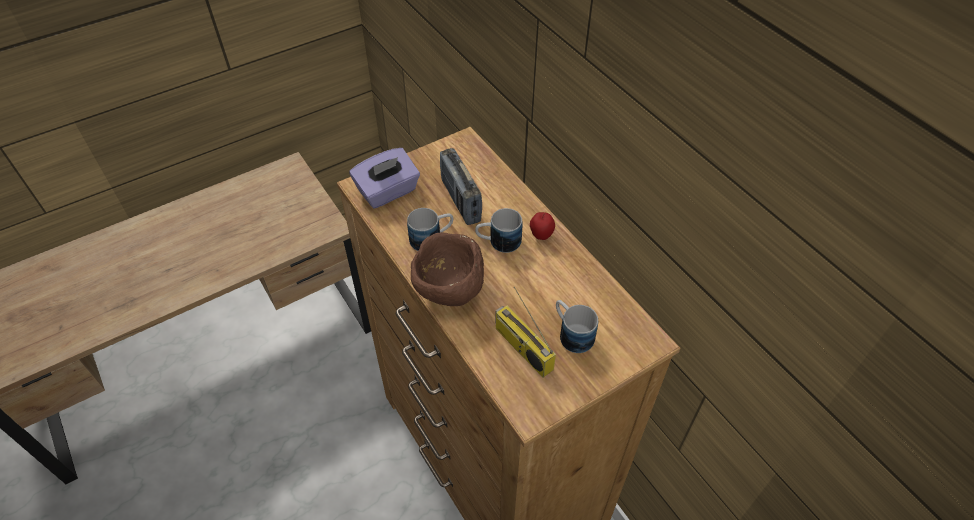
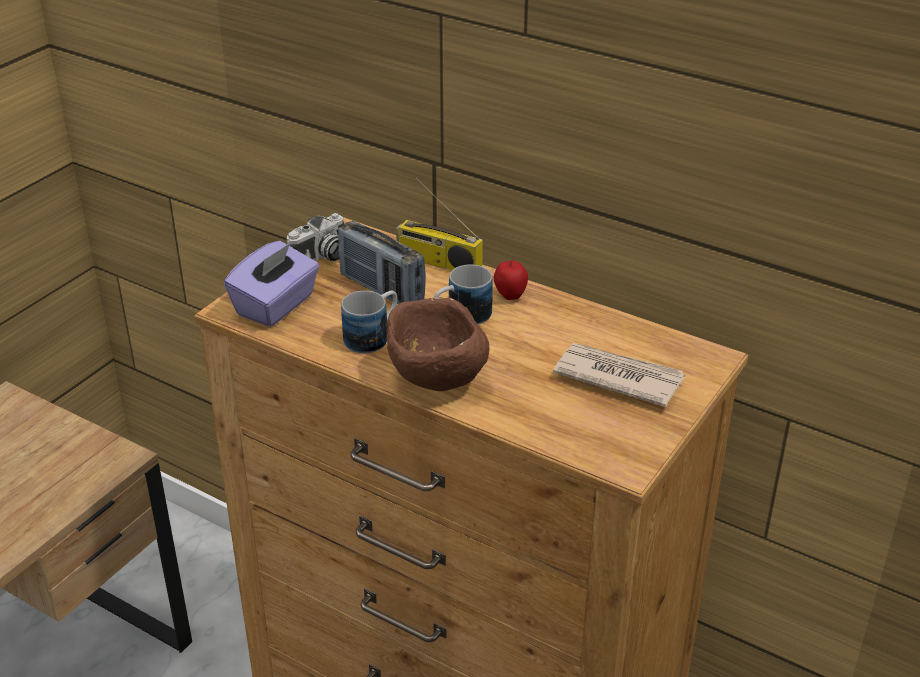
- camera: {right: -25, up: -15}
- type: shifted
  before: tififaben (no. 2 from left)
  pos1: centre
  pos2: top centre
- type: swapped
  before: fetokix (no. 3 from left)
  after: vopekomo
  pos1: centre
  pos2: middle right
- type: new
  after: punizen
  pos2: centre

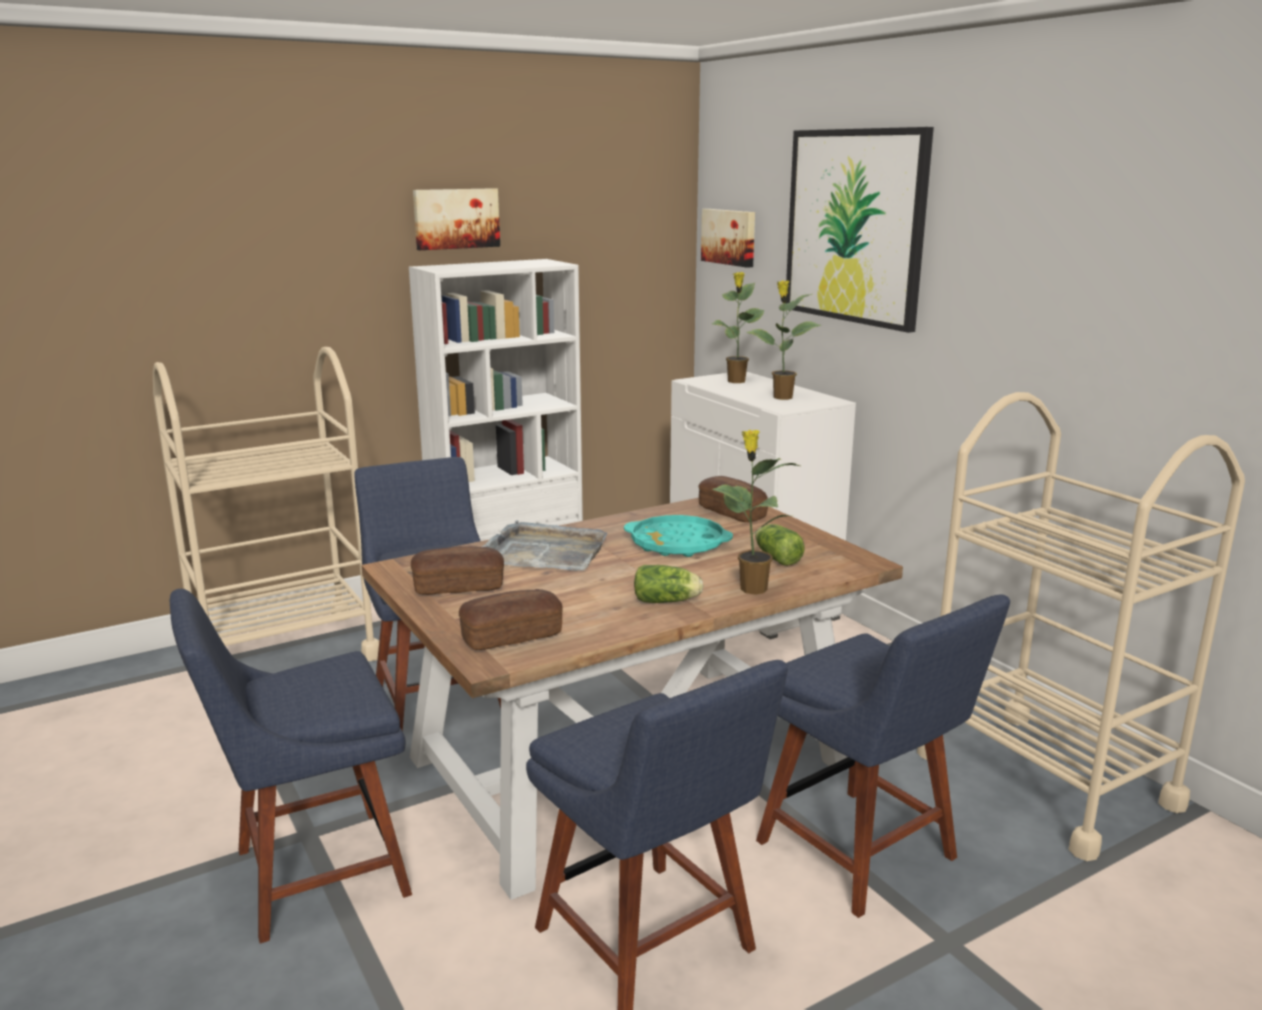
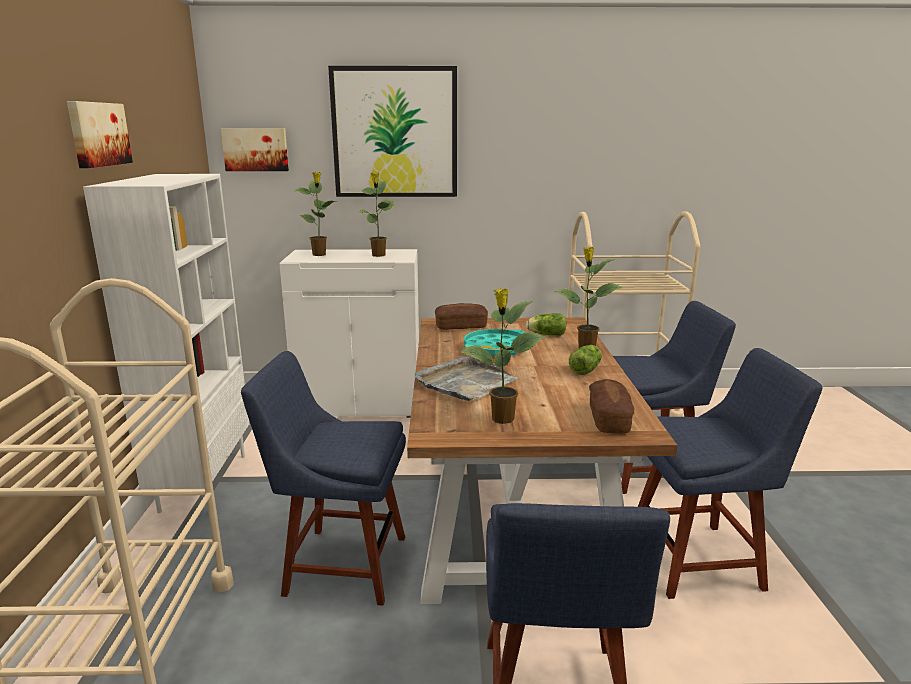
- camera: {right: -60, up: 0}
- type: swapped
  before: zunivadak (no. 1 from left)
  after: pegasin (no. 3 from left)
  pos1: centre
  pos2: centre

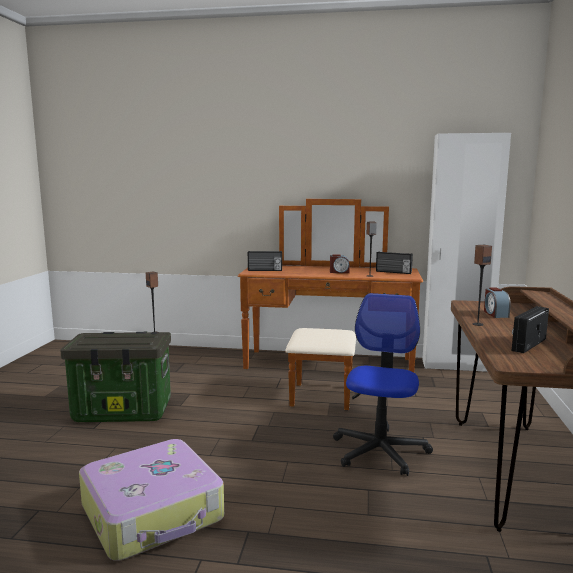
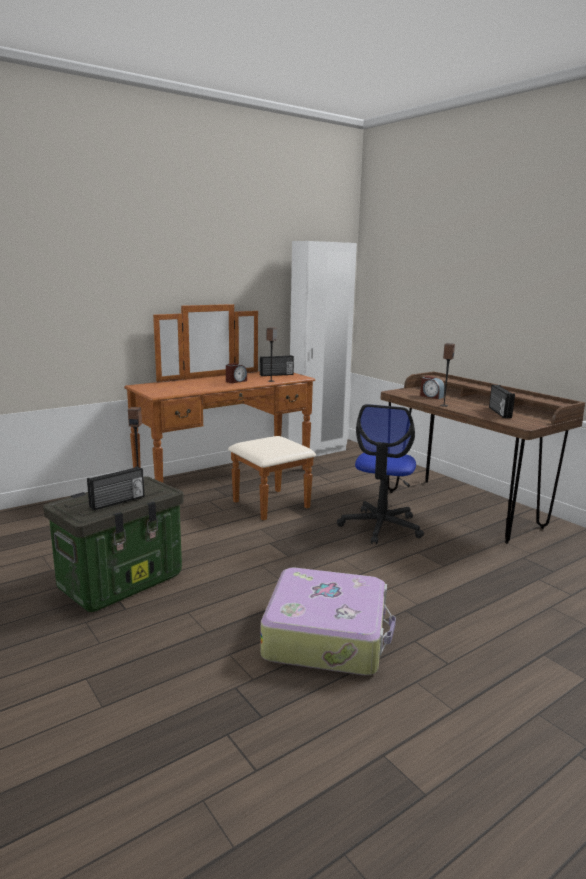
- camera: {right: -45, up: 5}
- type: shifted
  before: tififaben (no. 1 from left)
  pos1: centre
  pos2: middle left
- type: rotated
  before: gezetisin
  pos1: bottom right
  pos2: centre
  turn: -135

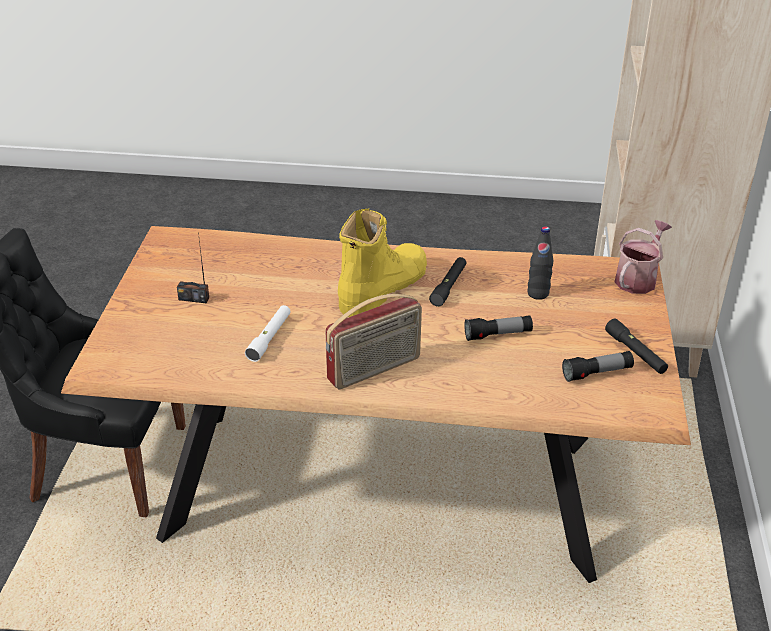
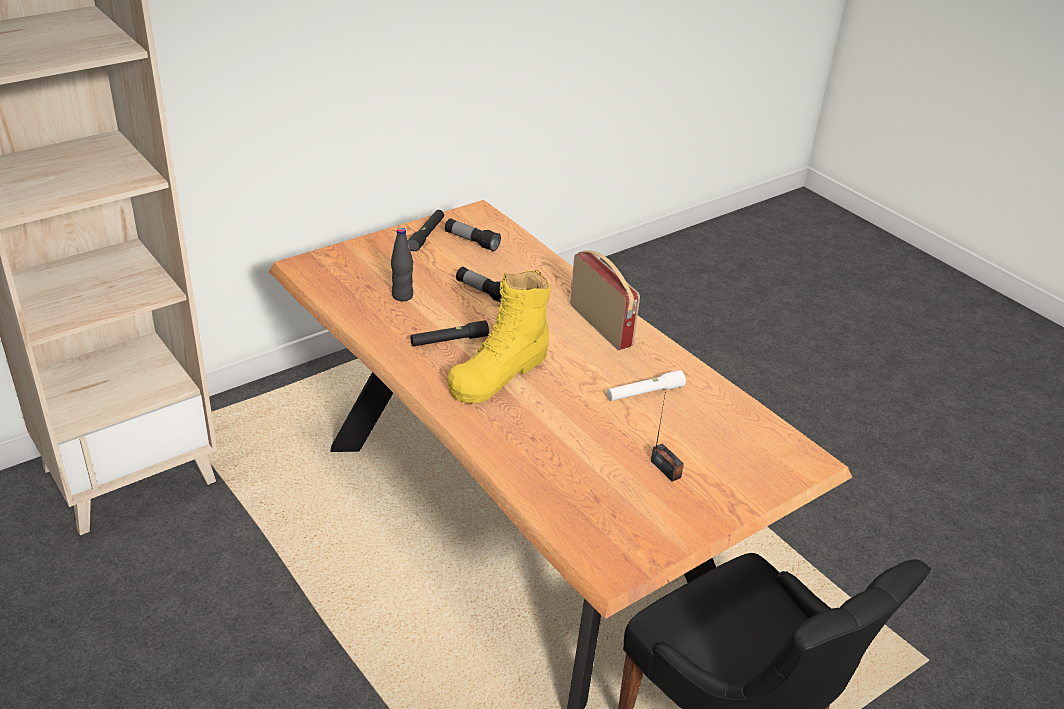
- camera: {right: -135, up: 0}
- type: rotated
  before: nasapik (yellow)
  pos1: centre
  pos2: centre
  turn: -45
- type: gone
  before: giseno
  pos1: middle right
- type: rotated
  before: tififaben (no. 2 from left in the first image)
  pos1: centre
  pos2: centre
  turn: 45

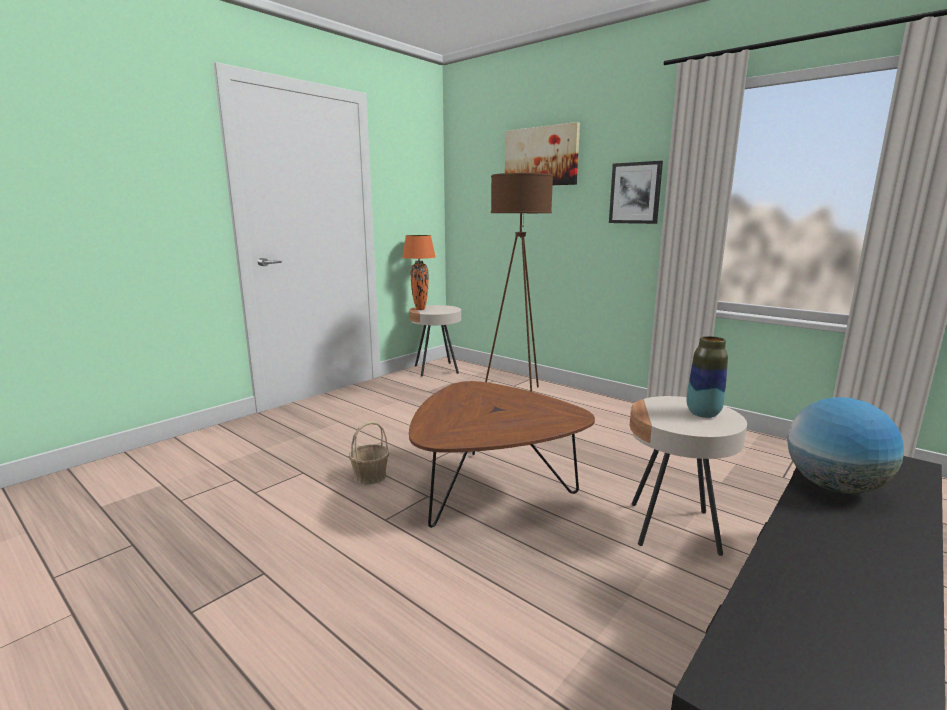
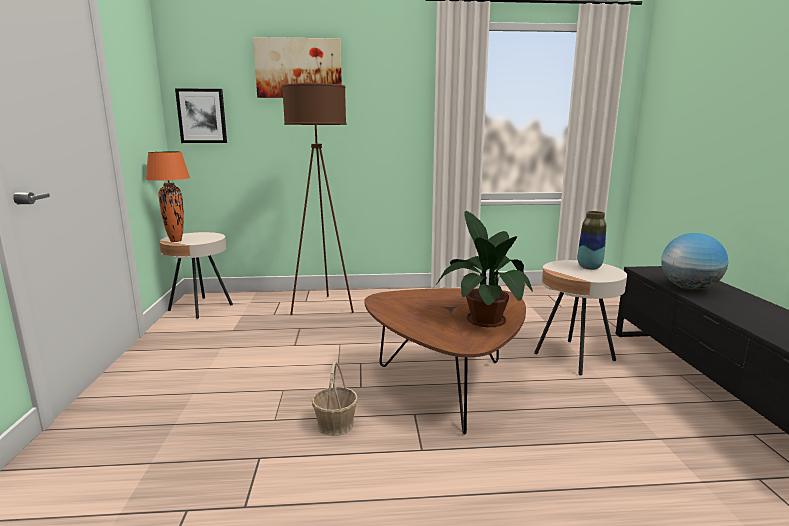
- camera: {right: -45, up: 0}
- type: shifted
  before: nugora (no. 2 from left in the first image)
  after: nugora (no. 1 from left)
  pos1: top right
  pos2: top left
- type: new
  after: pegasin
  pos2: centre

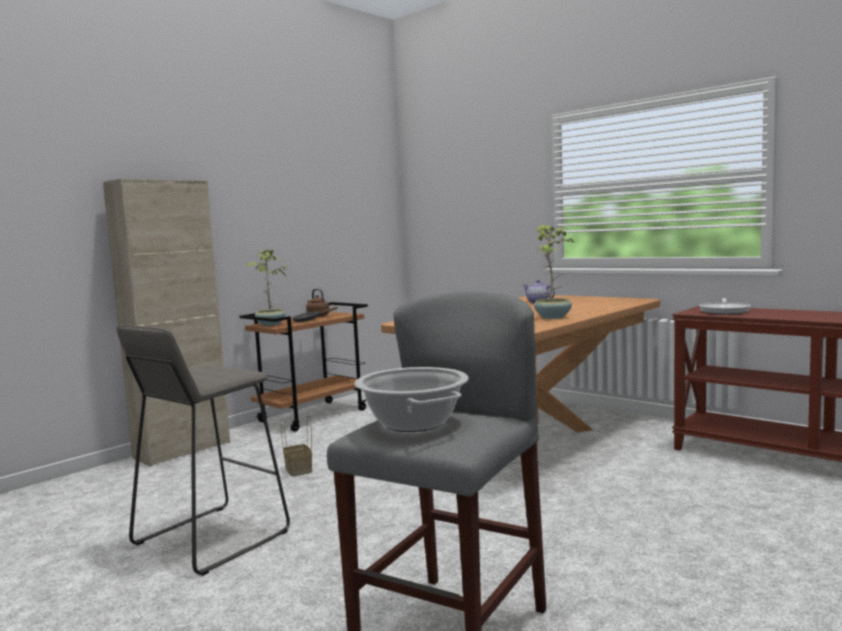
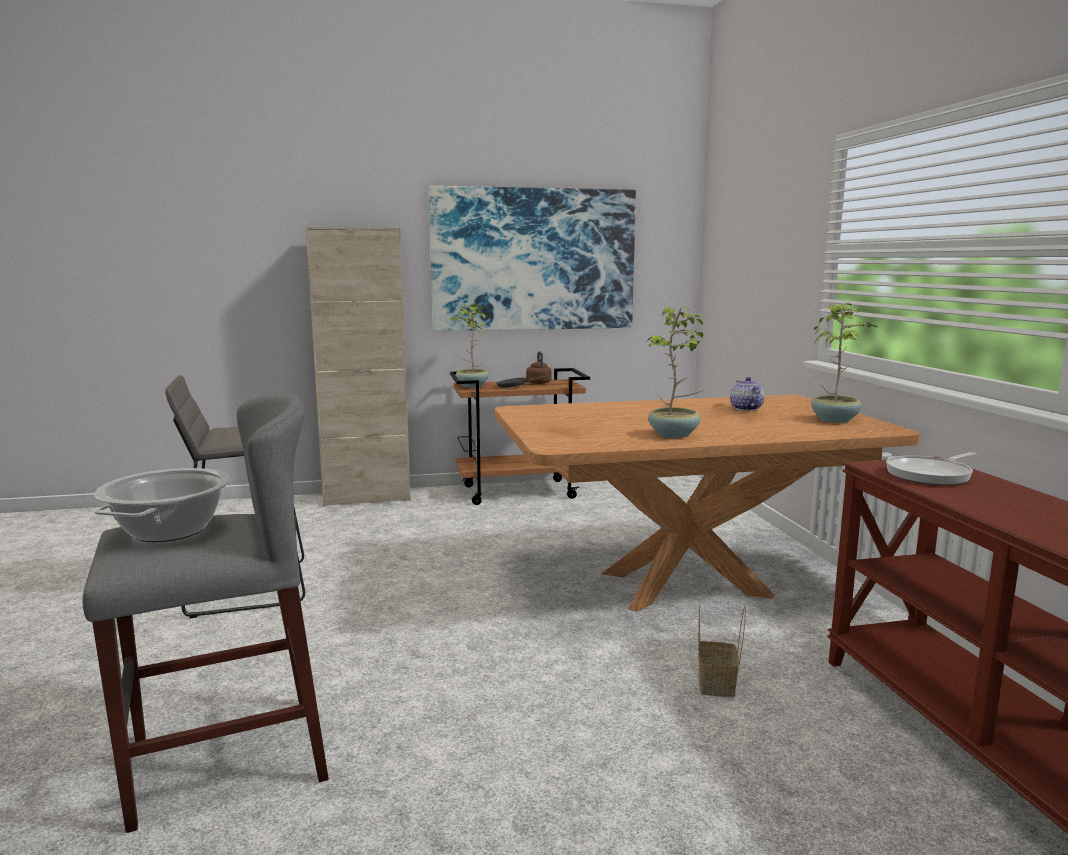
- camera: {right: 35, up: 5}
- type: shifted
  before: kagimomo
  pos1: bottom centre
  pos2: bottom right
- type: new
  after: nugora
  pos2: top centre
- type: new
  after: pegasin (no. 3 from left)
  pos2: middle right

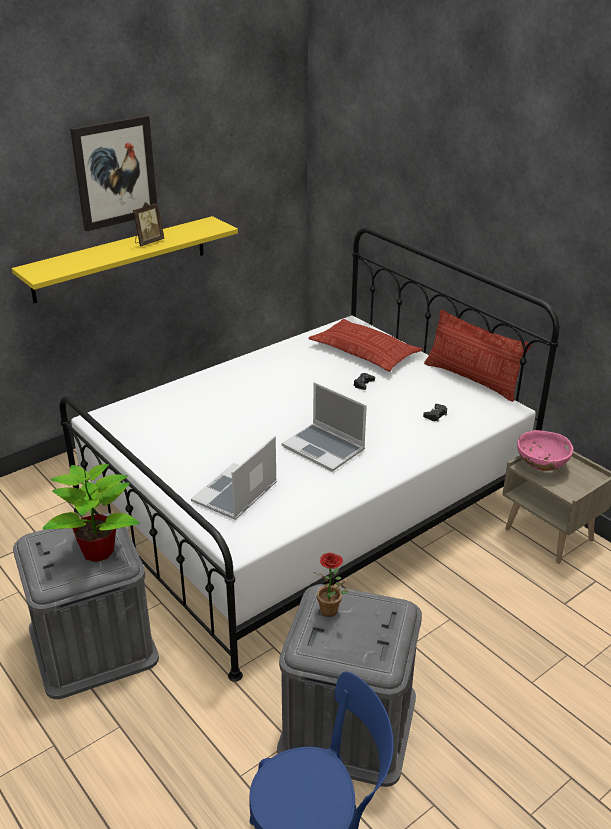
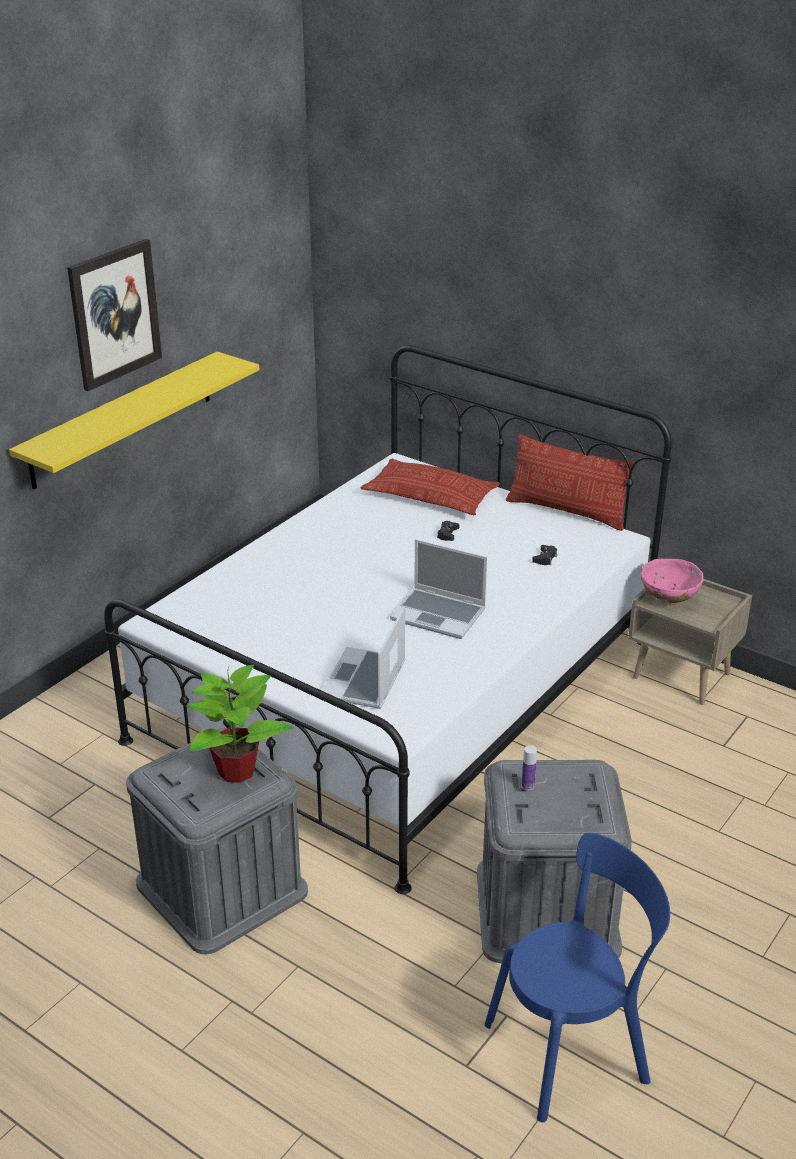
- camera: {right: -15, up: 0}
- type: gone
  before: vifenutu
  pos1: top left
- type: swapped
  before: pegasin (no. 2 from left)
  after: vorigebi
  pos1: bottom centre
  pos2: centre

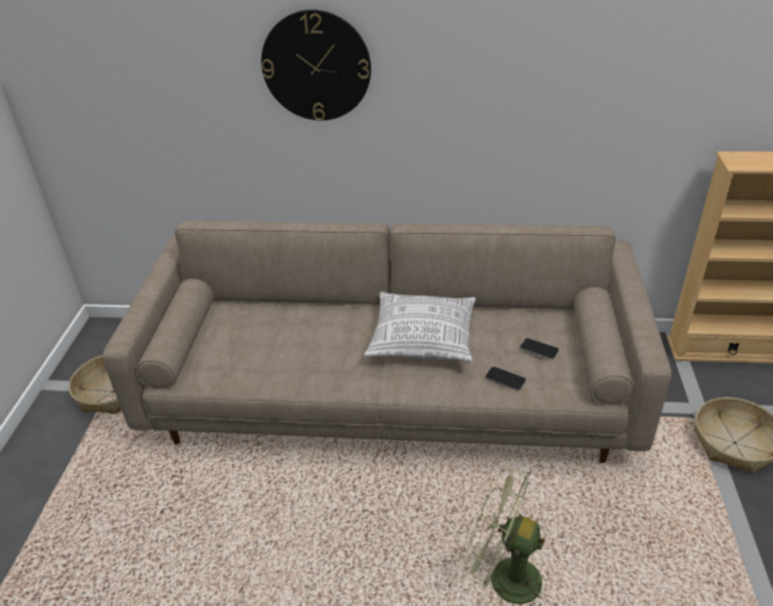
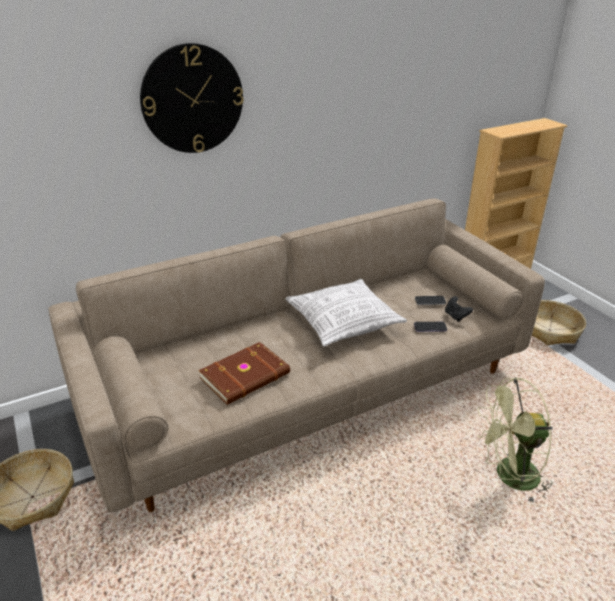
- camera: {right: -35, up: -5}
- type: new
  after: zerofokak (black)
  pos2: middle right
- type: new
  after: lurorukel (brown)
  pos2: centre

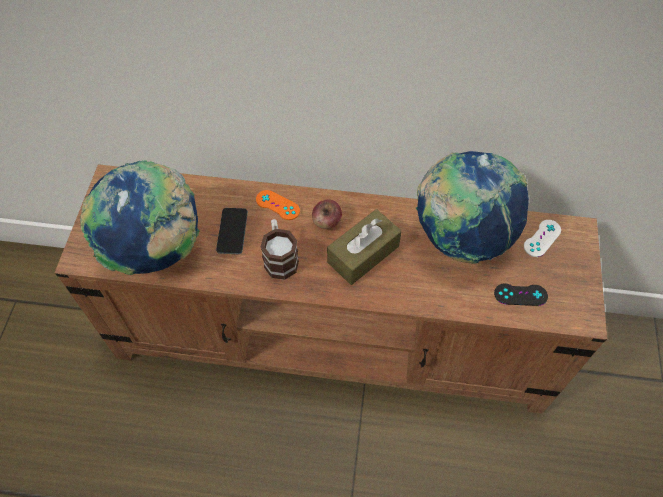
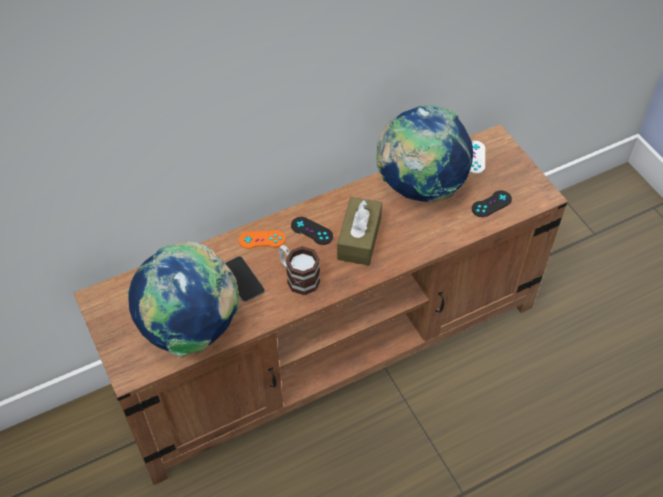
- camera: {right: -35, up: -5}
- type: swapped
  before: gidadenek
  after: zerofokak (black) (no. 1 from left)
  pos1: centre
  pos2: centre

